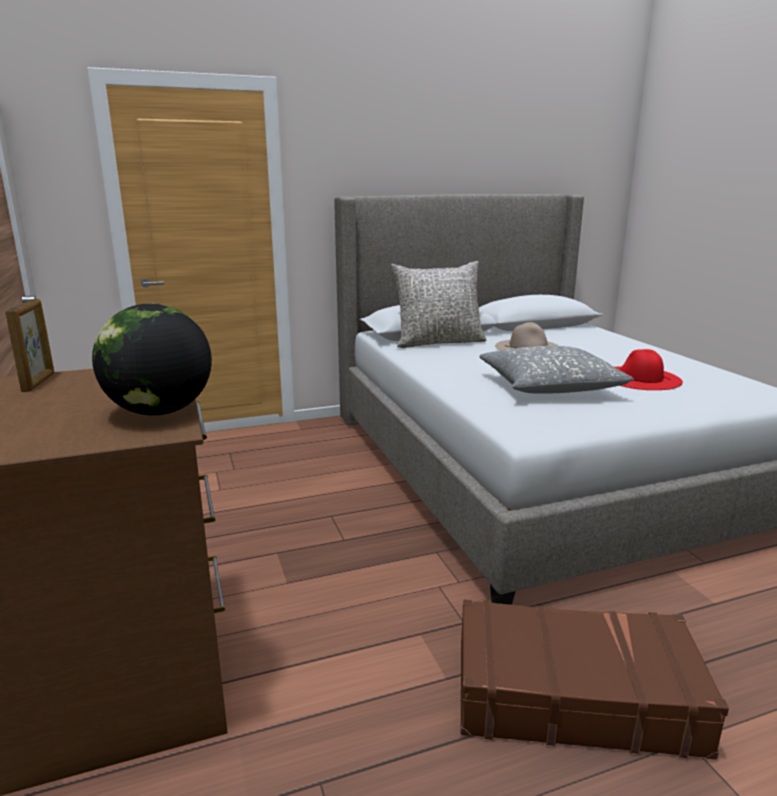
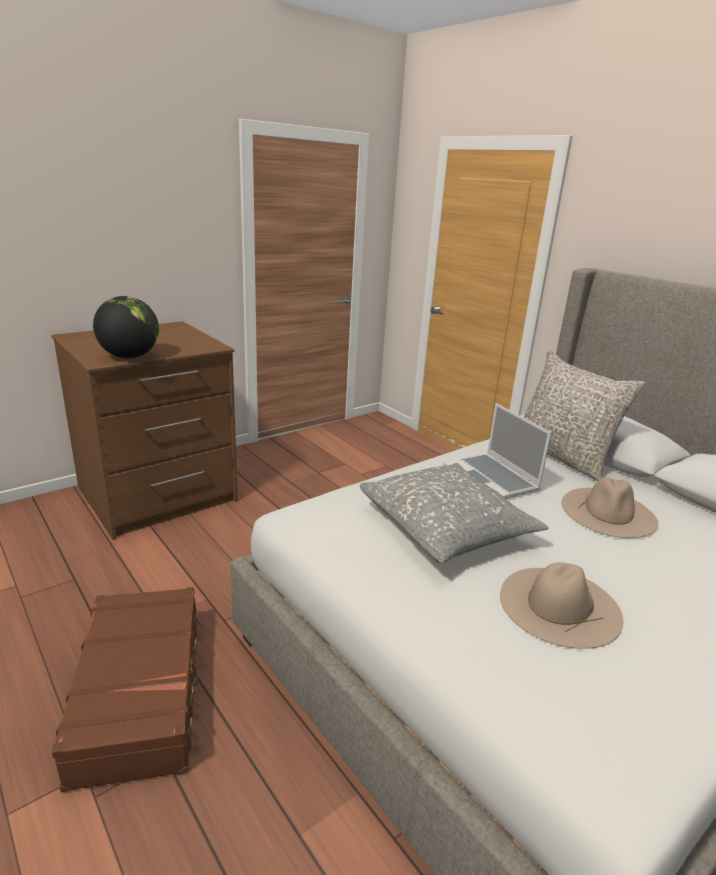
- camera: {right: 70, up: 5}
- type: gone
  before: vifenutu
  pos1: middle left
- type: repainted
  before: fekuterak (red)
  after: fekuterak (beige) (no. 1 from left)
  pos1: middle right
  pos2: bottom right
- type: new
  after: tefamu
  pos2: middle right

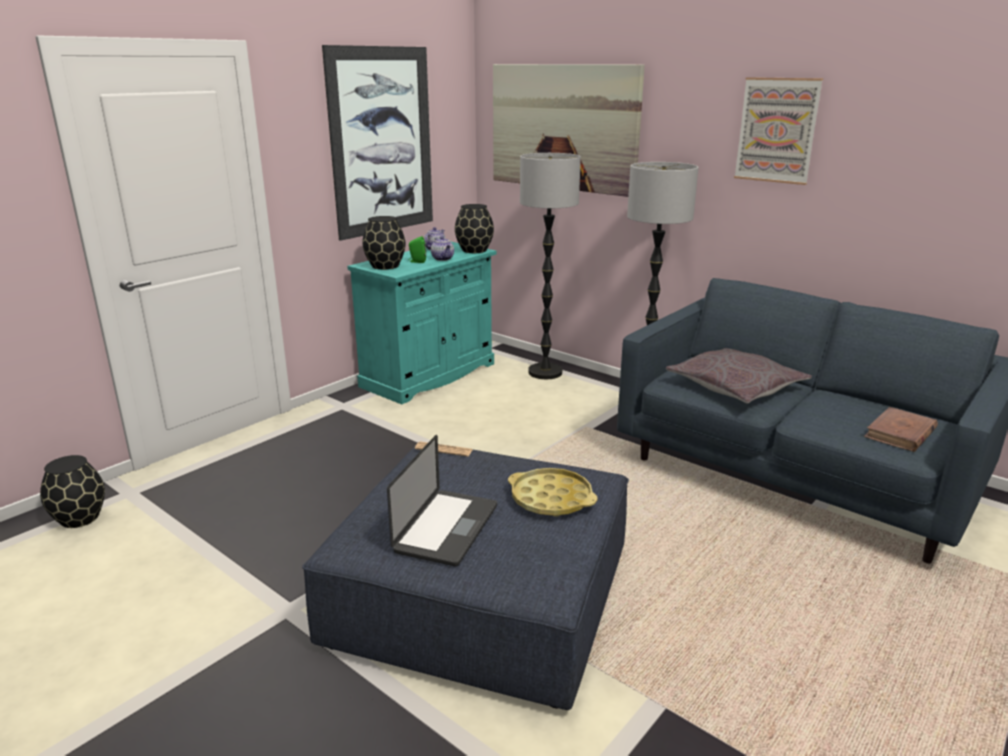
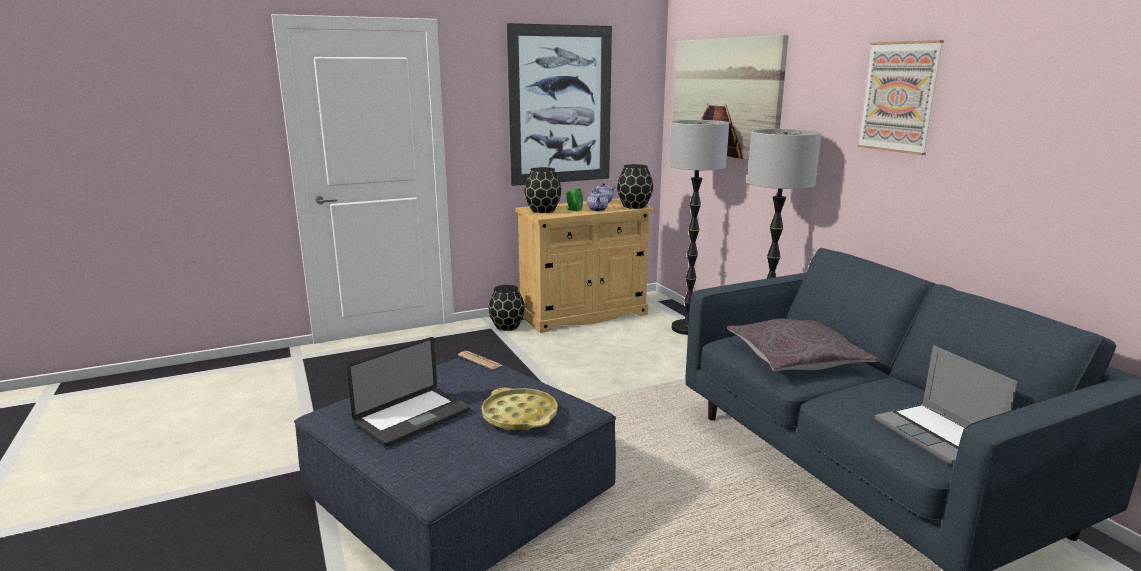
- camera: {right: 25, up: -5}
- type: repainted
  before: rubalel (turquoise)
  after: rubalel (beige)
  pos1: centre
  pos2: centre
- type: swapped
  before: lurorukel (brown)
  after: tefamu (no. 2 from left)
  pos1: middle right
  pos2: bottom right
- type: shifted
  before: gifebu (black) (no. 1 from left)
  pos1: middle left
  pos2: centre

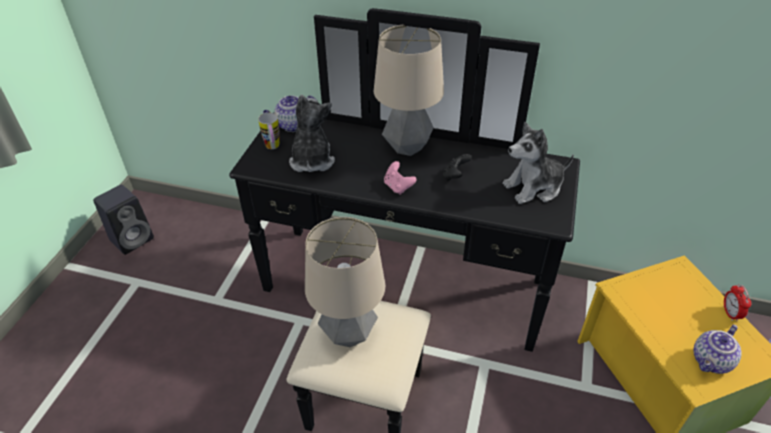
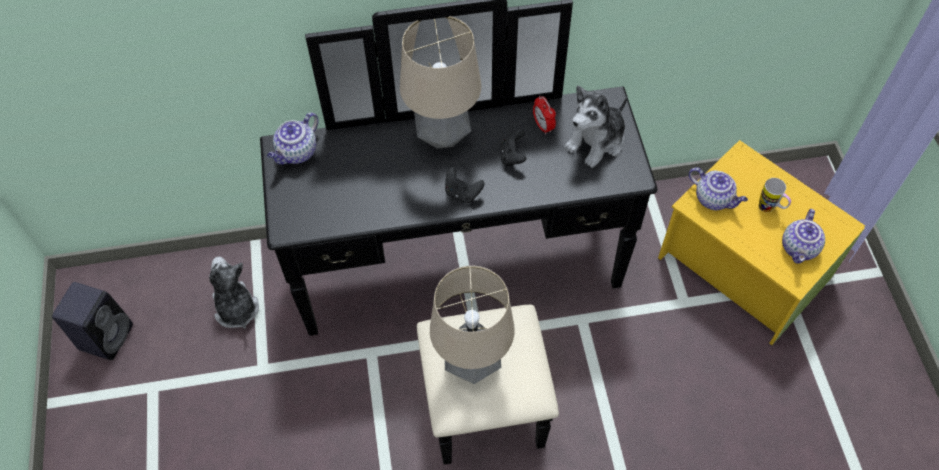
- camera: {right: -25, up: 15}
- type: shifted
  before: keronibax (no. 1 from left)
  pos1: top centre
  pos2: middle left
- type: shifted
  before: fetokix
  pos1: top centre
  pos2: middle right
- type: repainted
  before: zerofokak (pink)
  after: zerofokak (black) (no. 1 from left)
  pos1: centre
  pos2: centre
- type: shifted
  before: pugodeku
  pos1: bottom right
  pos2: top centre
- type: new
  after: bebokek (no. 2 from left)
  pos2: middle right

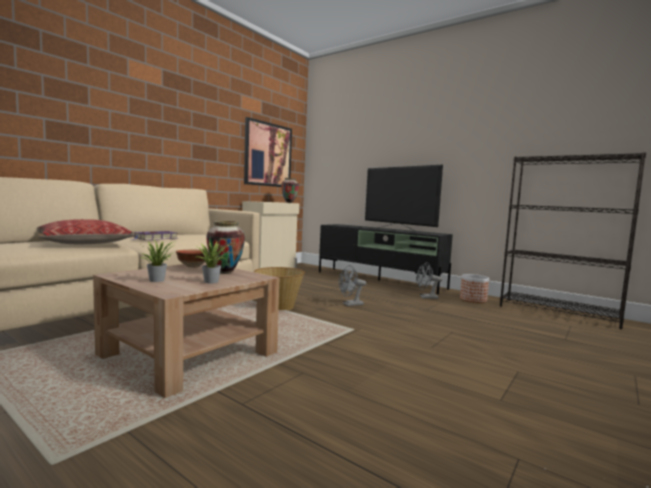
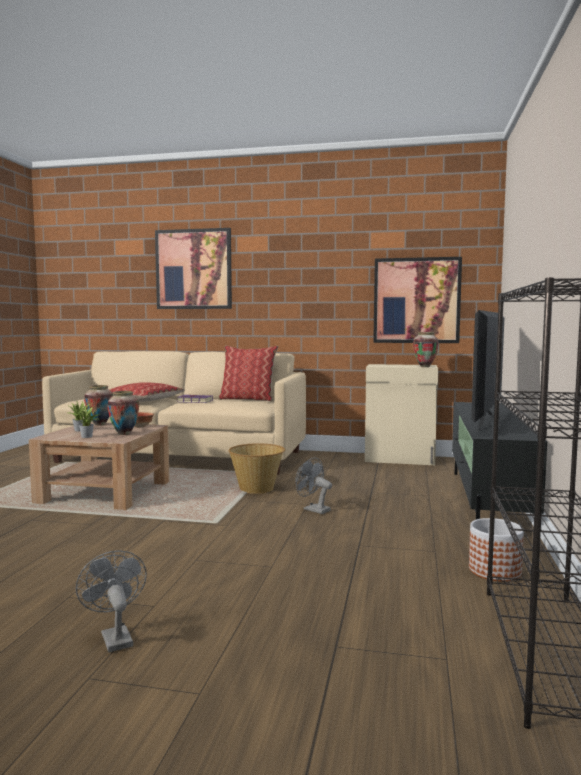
- camera: {right: 65, up: 0}
- type: shifted
  before: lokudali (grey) (no. 2 from left in the first image)
  after: lokudali (grey) (no. 1 from left)
  pos1: centre
  pos2: bottom left
- type: new
  after: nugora (no. 1 from left)
  pos2: middle left
- type: new
  after: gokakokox (no. 2 from left)
  pos2: centre
- type: new
  after: gifebu (no. 1 from left)
  pos2: middle left

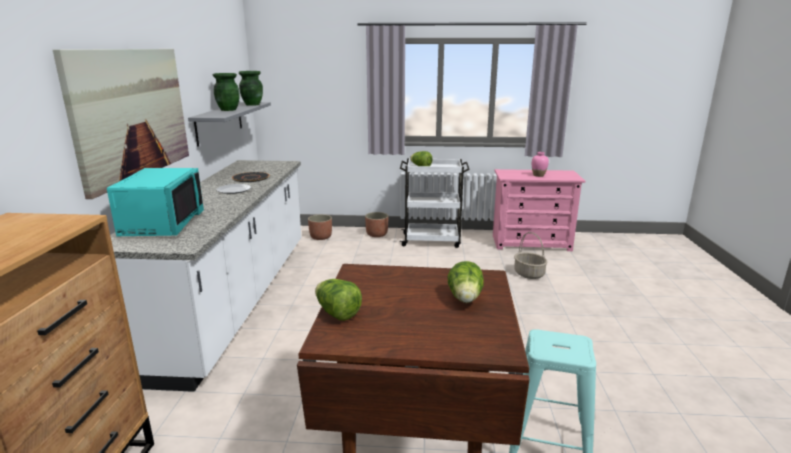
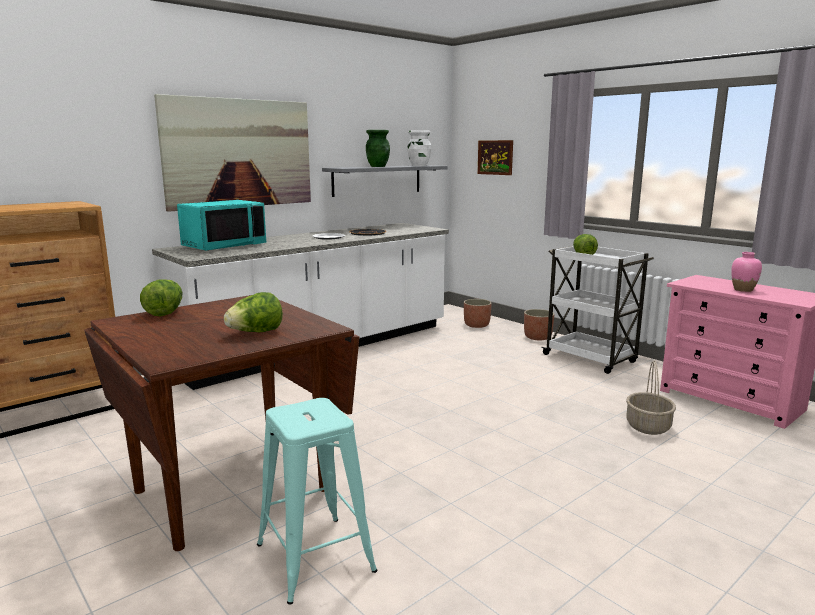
- camera: {right: 45, up: -5}
- type: repainted
  before: gifebu (green) (no. 2 from left)
  after: gifebu (white)
  pos1: top left
  pos2: top centre
- type: new
  after: nugora (no. 2 from left)
  pos2: top centre

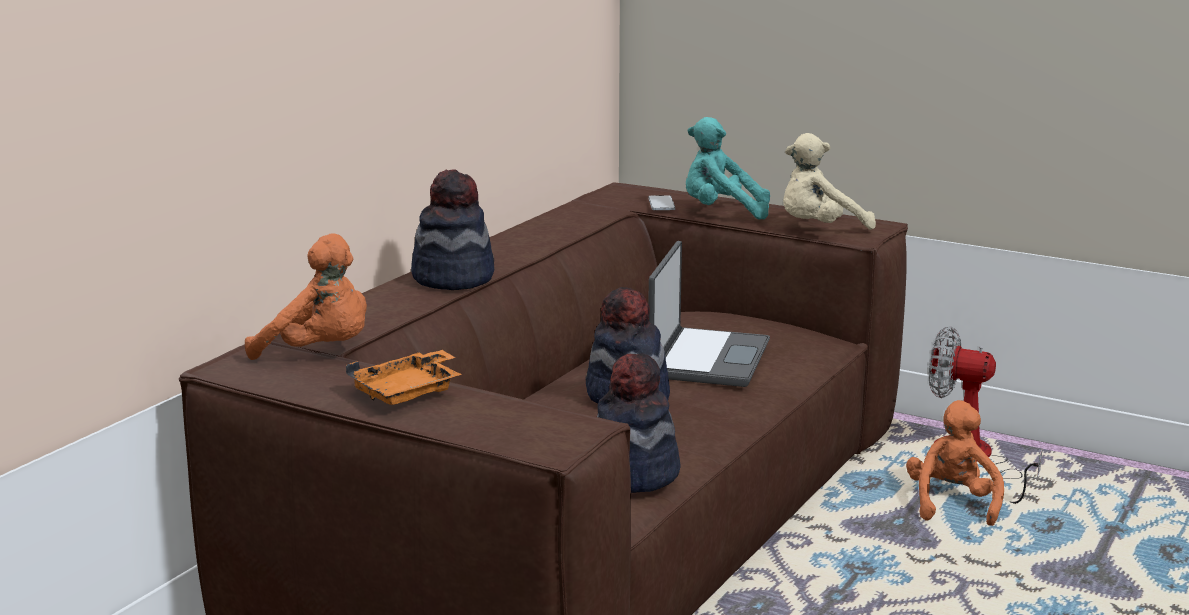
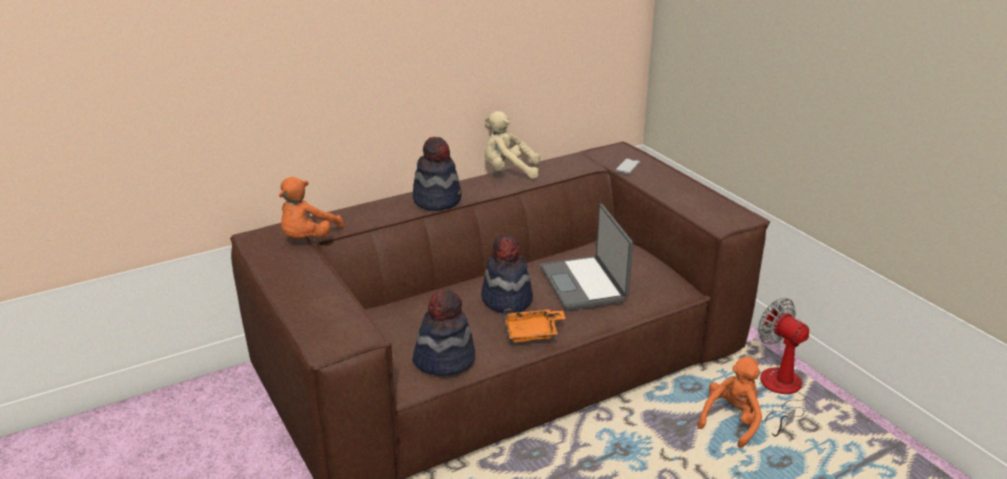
- camera: {right: 30, up: 10}
- type: gone
  before: keronibax (turquoise)
  pos1: top centre
- type: shifted
  before: keronibax (beige)
  pos1: top right
  pos2: top centre
- type: rotated
  before: keronibax (orange) (no. 1 from left)
  pos1: middle left
  pos2: middle left
  turn: 60
- type: rotated
  before: tefamu
  pos1: centre
  pos2: centre
  turn: 120
- type: shifted
  before: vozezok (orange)
  pos1: centre
  pos2: bottom centre

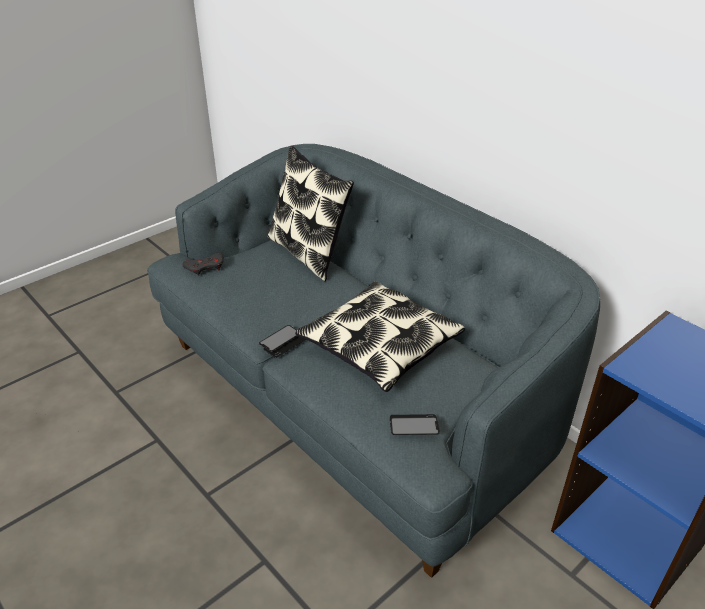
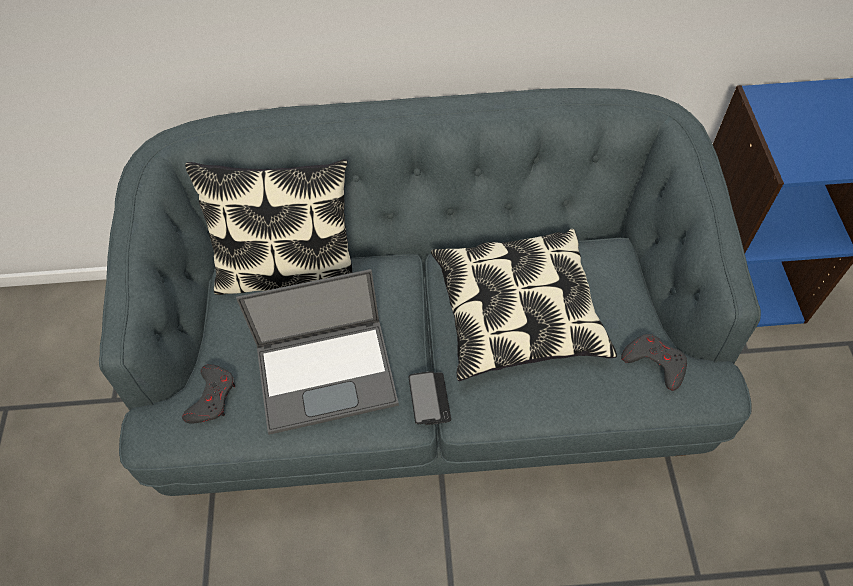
- camera: {right: -50, up: 20}
- type: swapped
  before: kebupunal (no. 2 from left)
  after: zerofokak (grey) (no. 2 from left)
  pos1: bottom centre
  pos2: middle right
- type: new
  after: tefamu
  pos2: centre

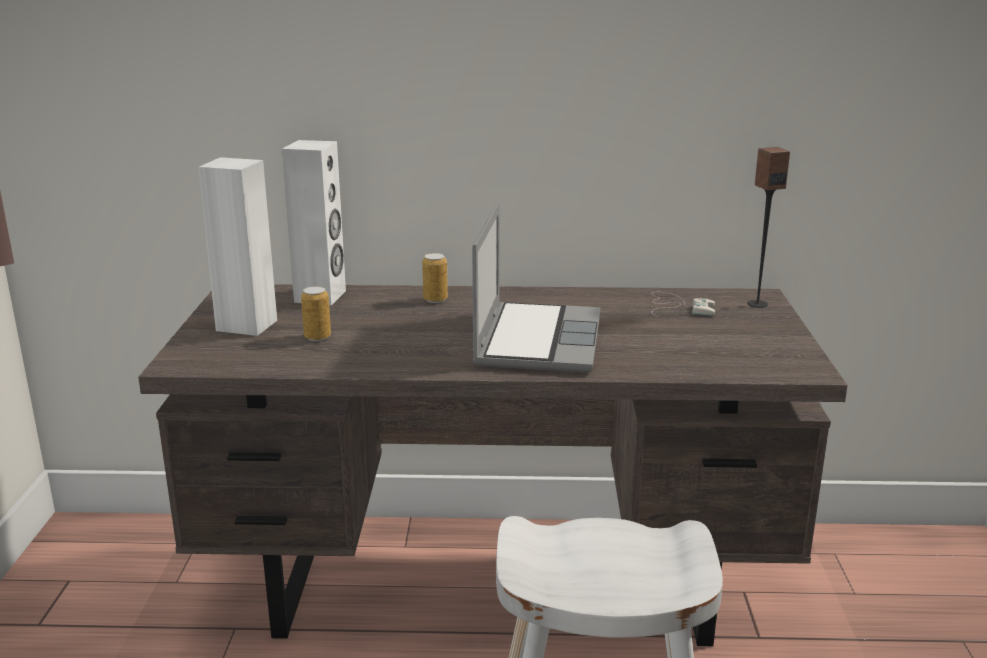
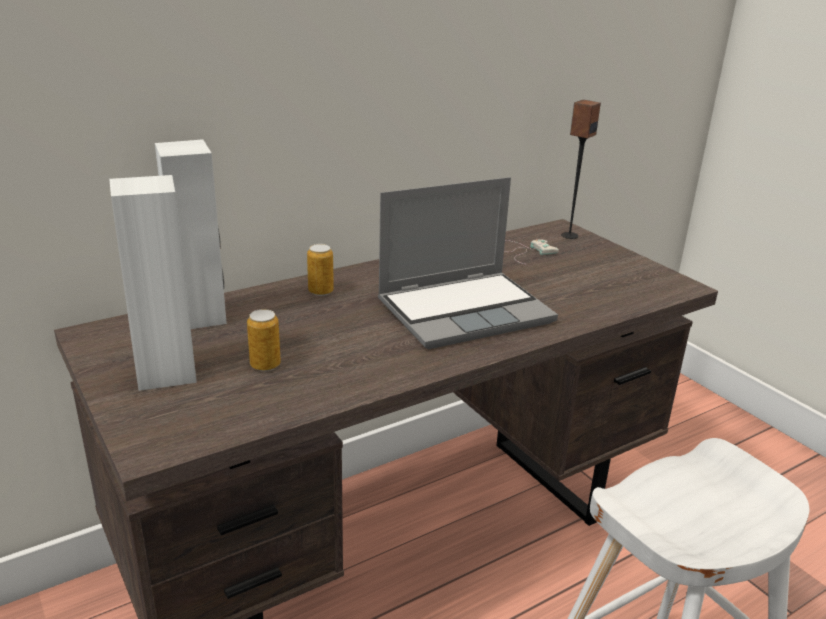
- camera: {right: -35, up: 5}
- type: rotated
  before: tefamu
  pos1: centre
  pos2: centre
  turn: 90

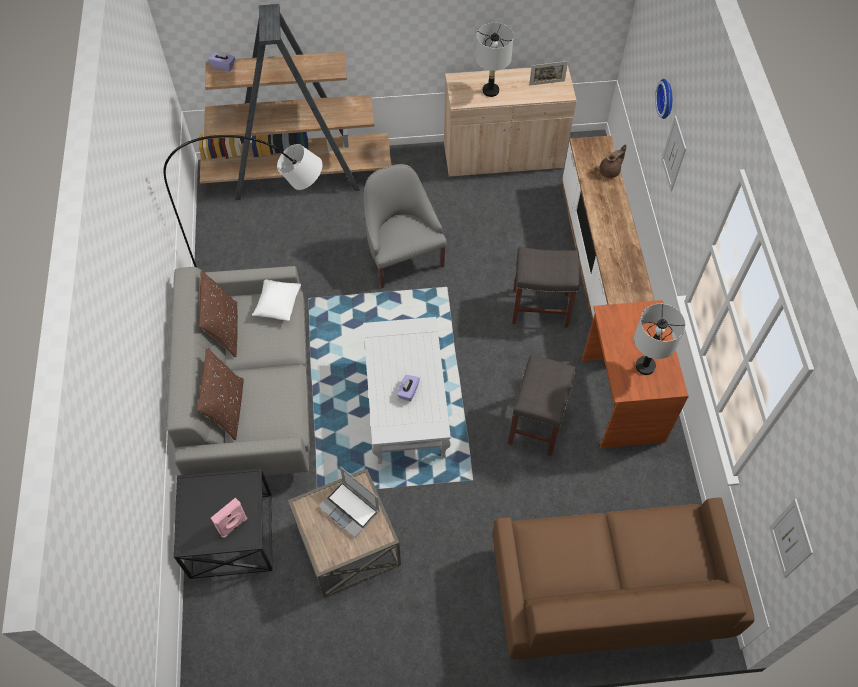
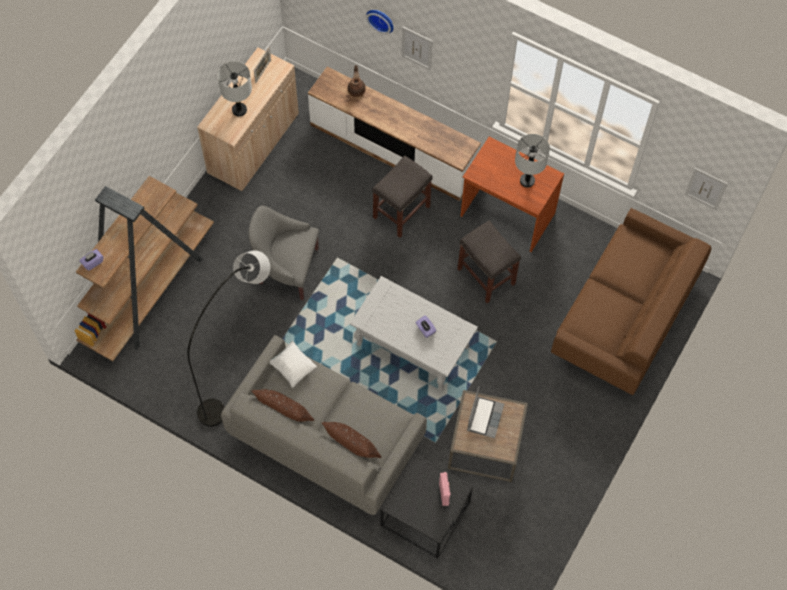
- camera: {right: -55, up: 5}
- type: rotated
  before: tefamu
  pos1: bottom centre
  pos2: bottom centre
  turn: -60

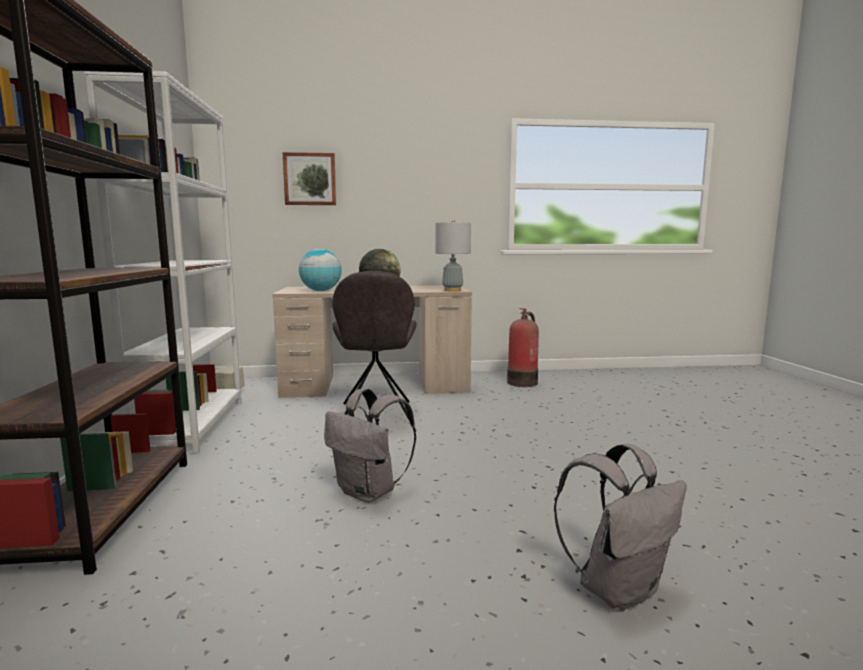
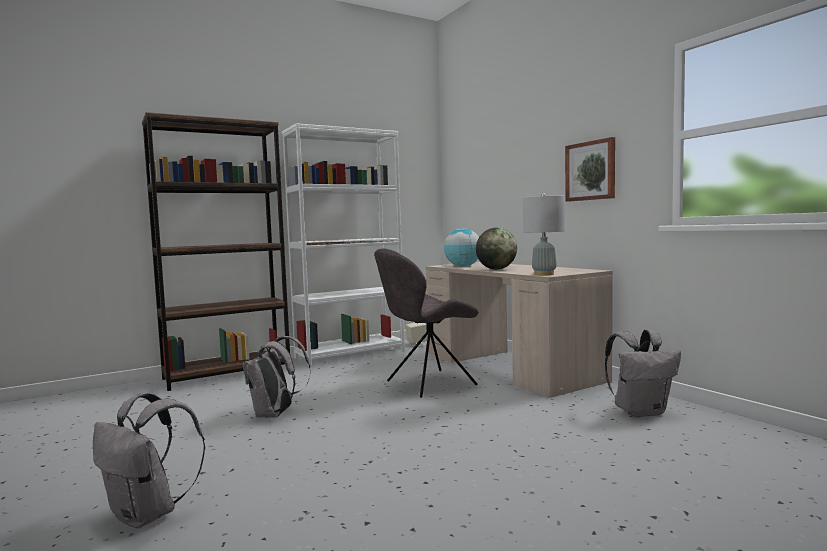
- camera: {right: 65, up: -5}
- type: shifted
  before: nugora
  pos1: top centre
  pos2: top right
- type: swapped
  before: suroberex
  after: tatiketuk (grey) (no. 3 from left)
  pos1: centre
  pos2: bottom right

